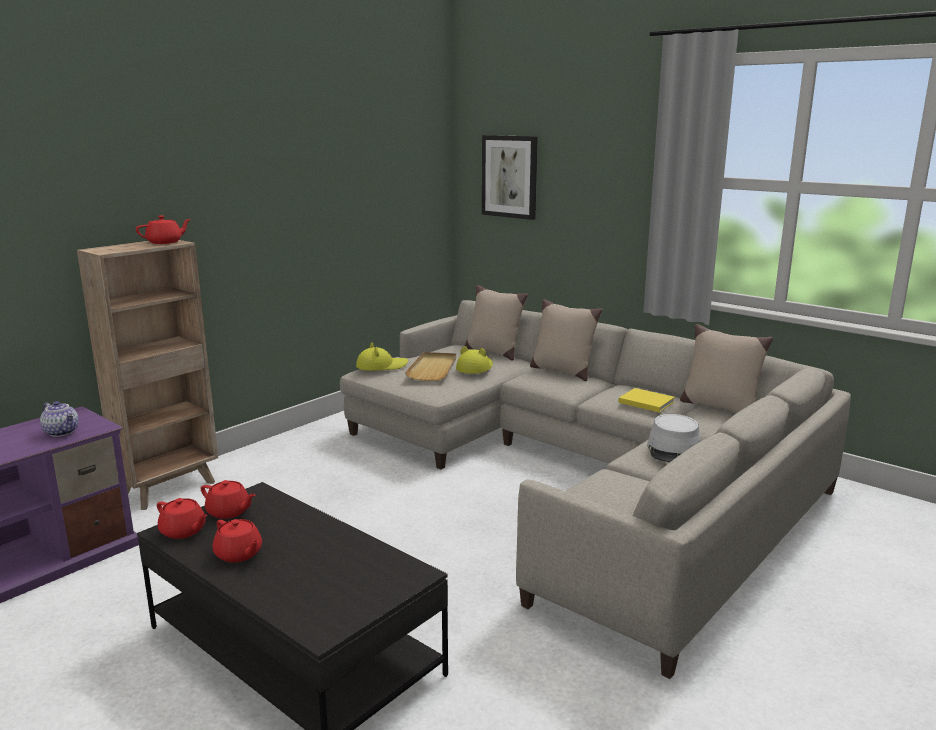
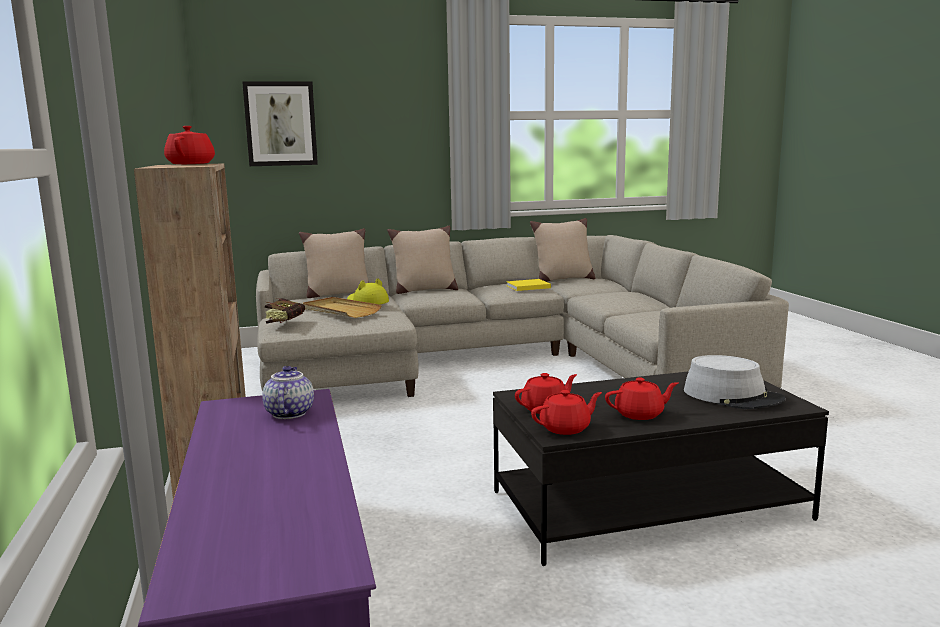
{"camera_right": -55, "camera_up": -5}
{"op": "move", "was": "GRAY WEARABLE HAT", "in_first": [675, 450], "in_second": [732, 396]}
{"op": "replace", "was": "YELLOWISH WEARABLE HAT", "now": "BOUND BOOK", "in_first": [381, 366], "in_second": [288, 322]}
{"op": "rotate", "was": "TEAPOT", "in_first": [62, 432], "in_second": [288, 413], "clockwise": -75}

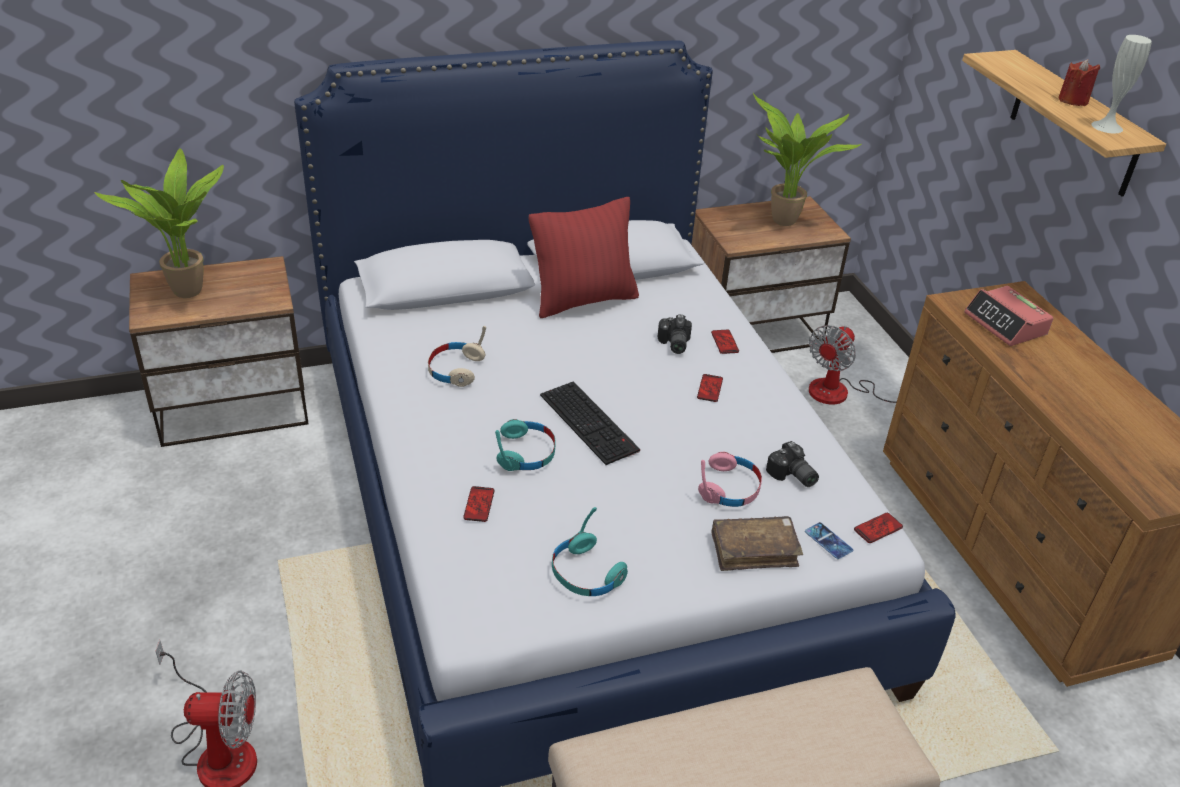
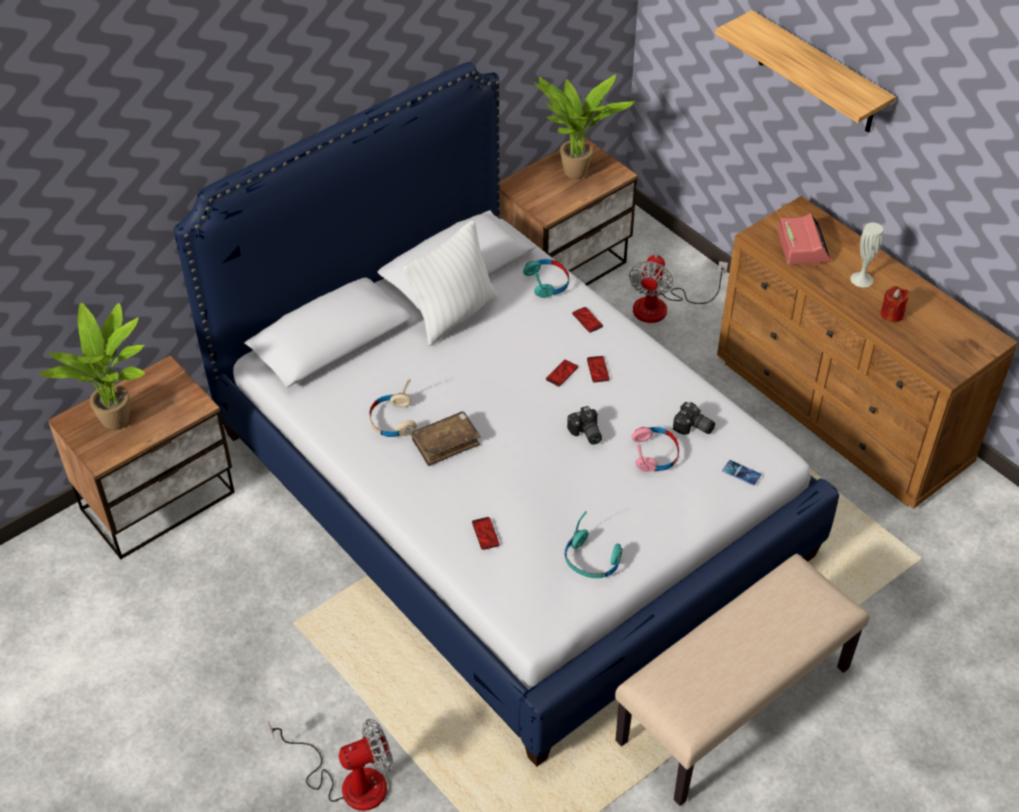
{"camera_right": -20, "camera_up": 10}
{"op": "delete", "was": "PC KEYBOARD", "in_first": [591, 423]}
{"op": "move", "was": "BLUE-GREEN HEADPHONES", "in_first": [526, 453], "in_second": [547, 282]}
{"op": "move", "was": "STILL CAMERA", "in_first": [673, 344], "in_second": [585, 433]}
{"op": "move", "was": "BROWN BOUND BOOK", "in_first": [754, 550], "in_second": [446, 443]}
{"op": "move", "was": "TELEPHONE", "in_first": [878, 528], "in_second": [562, 373]}
{"op": "move", "was": "RED WAX CANDLE", "in_first": [1073, 100], "in_second": [892, 314]}
{"op": "move", "was": "WHITE-COLOURED DECORATIVE VASE", "in_first": [1107, 127], "in_second": [861, 279]}
{"op": "recolor", "was": "RED PILLOW", "now": "WHITE-COLOURED PILLOW", "in_first": [583, 300], "in_second": [454, 315]}
{"op": "rotate", "was": "ALARM CLOCK", "in_first": [1006, 324], "in_second": [802, 246], "clockwise": -135}

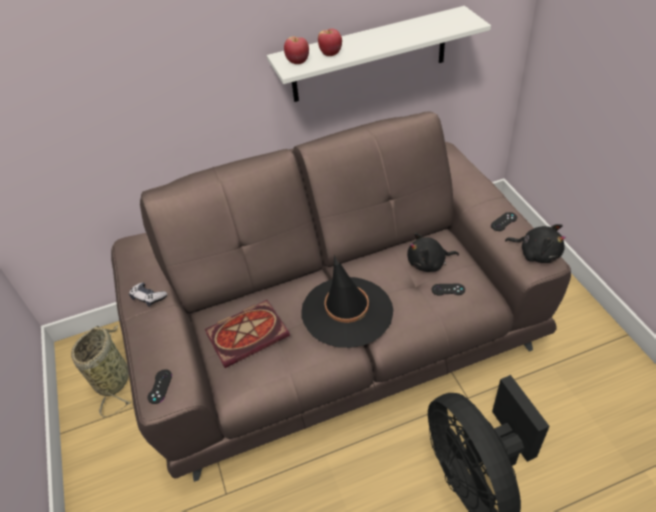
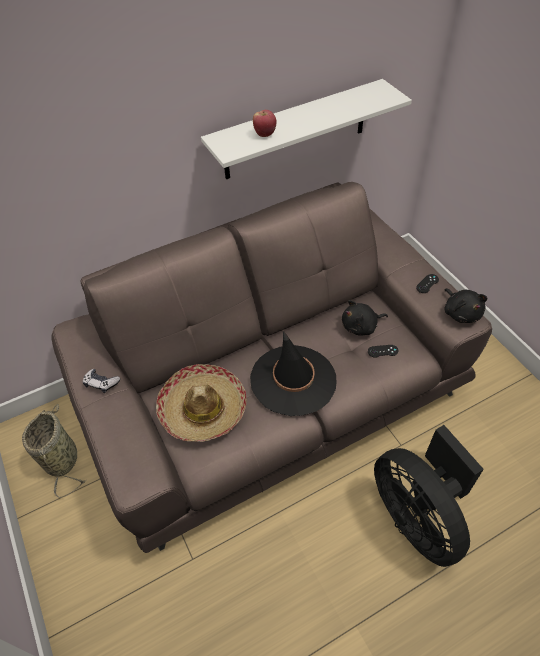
{"camera_right": -10, "camera_up": 5}
{"op": "delete", "was": "BLACKISH GAME CONTROLLER", "in_first": [160, 386]}
{"op": "delete", "was": "WHOLE APPLE", "in_first": [298, 62]}
{"op": "replace", "was": "BOUND BOOK", "now": "WEARABLE HAT", "in_first": [249, 333], "in_second": [203, 409]}
{"op": "rotate", "was": "BLACKISH SOFT TOY", "in_first": [537, 253], "in_second": [461, 312], "clockwise": 45}

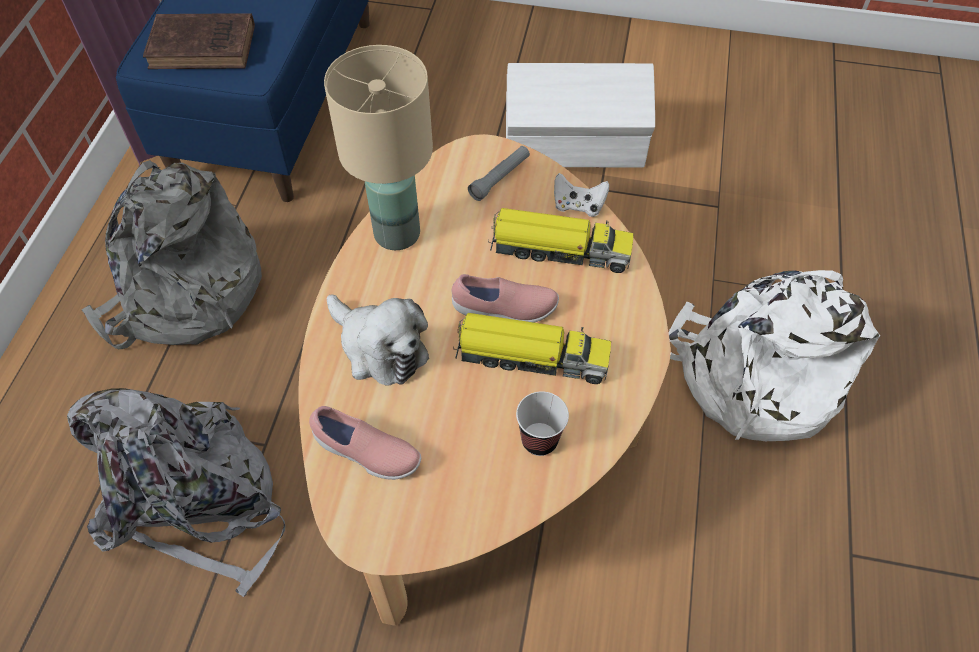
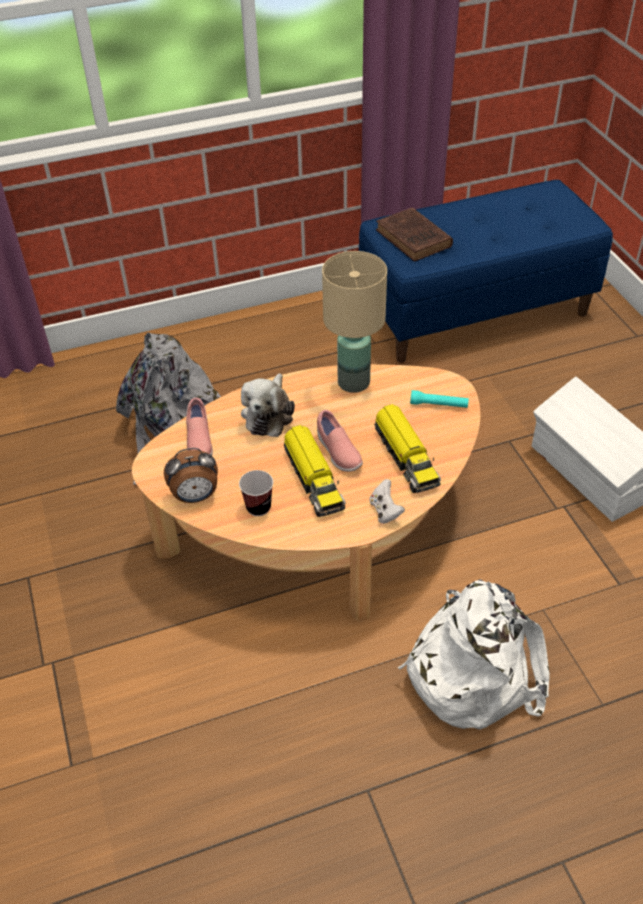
{"camera_right": 60, "camera_up": -10}
{"op": "delete", "was": "GRAY RUCKSACK", "in_first": [185, 295]}
{"op": "insert", "now": "ALARM CLOCK", "in_second": [195, 497]}
{"op": "move", "was": "WHITE-COLOURED GAME CONTROLLER", "in_first": [578, 206], "in_second": [385, 511]}
{"op": "recolor", "was": "GRAY FLASHLIGHT", "now": "BLUE-GREEN FLASHLIGHT", "in_first": [500, 178], "in_second": [438, 405]}

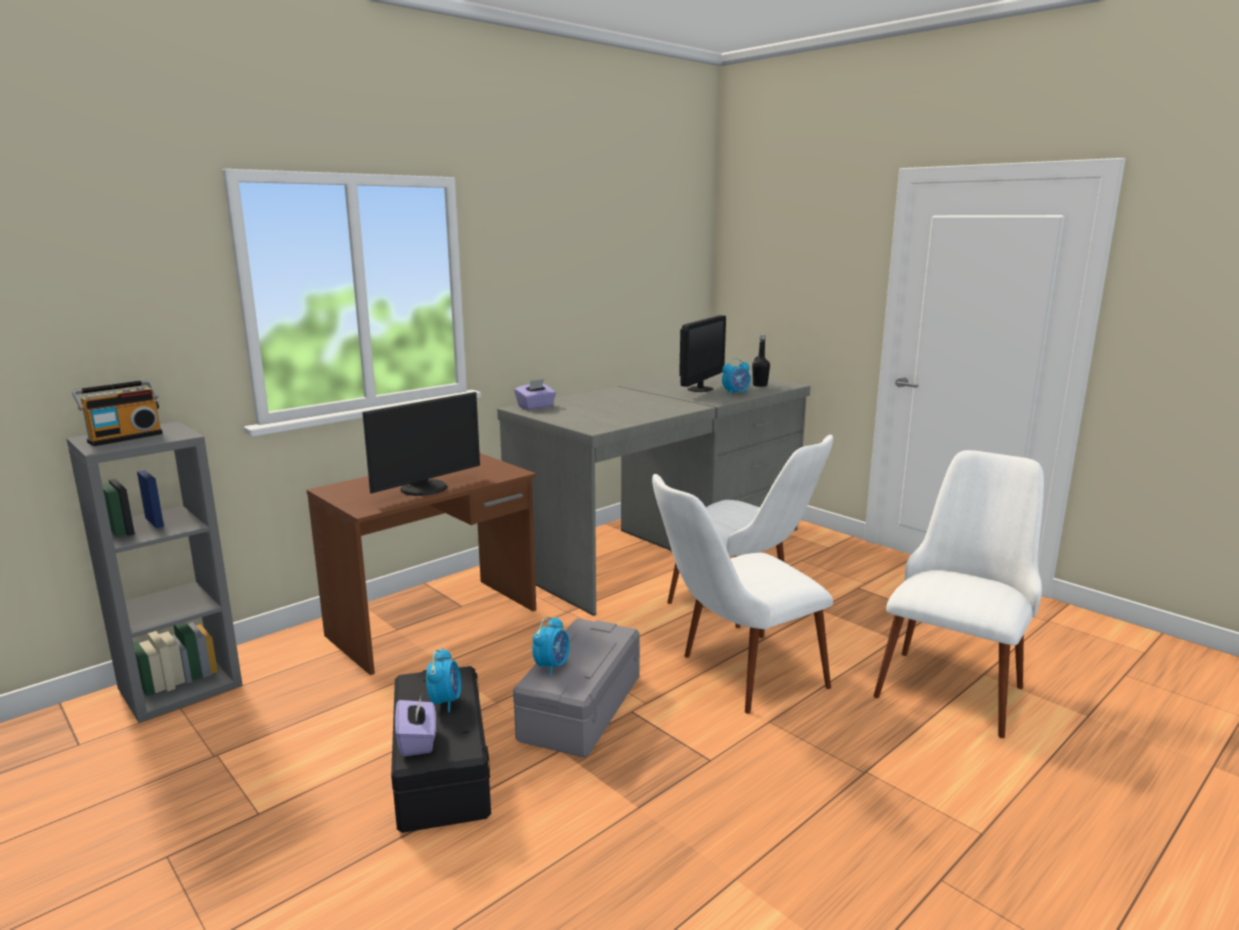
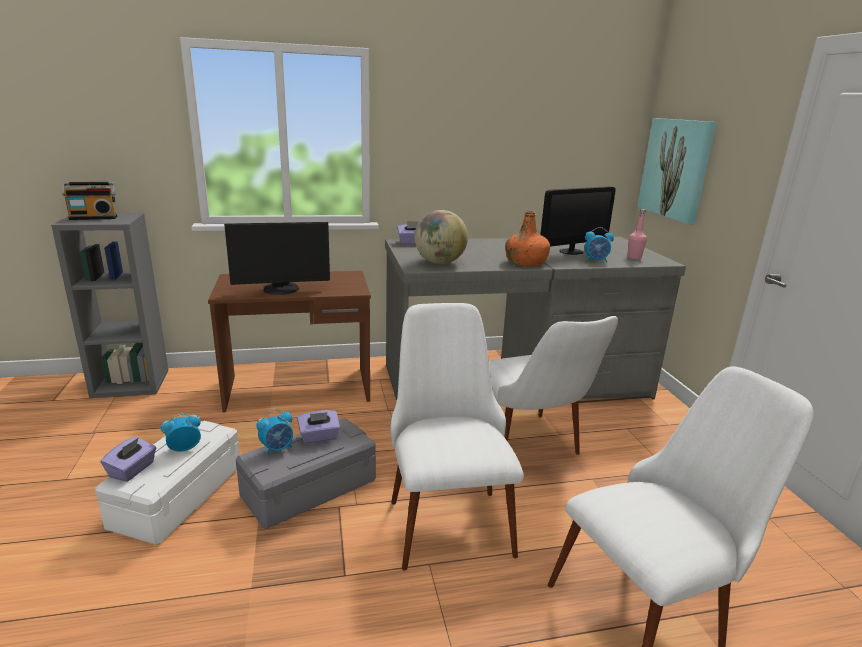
{"camera_right": 30, "camera_up": 5}
{"op": "insert", "now": "PURPLE TISSUE BOX", "in_second": [319, 437]}
{"op": "insert", "now": "GLOBE", "in_second": [439, 263]}
{"op": "insert", "now": "ORANGE-COLOURED BEVERAGE BOTTLE", "in_second": [525, 263]}
{"op": "insert", "now": "WALL PICTURE", "in_second": [675, 168]}
{"op": "recolor", "was": "BLACKISH STORAGE BIN", "now": "WHITE-COLOURED STORAGE BIN", "in_first": [440, 770], "in_second": [178, 495]}
{"op": "recolor", "was": "BLACKISH BEVERAGE BOTTLE", "now": "PINK BEVERAGE BOTTLE", "in_first": [760, 385], "in_second": [634, 257]}
{"op": "rotate", "was": "ALARM CLOCK", "in_first": [445, 701], "in_second": [184, 448], "clockwise": -150}
{"op": "rotate", "was": "WHITE-COLOURED CHAIR", "in_first": [733, 677], "in_second": [446, 511], "clockwise": 75}

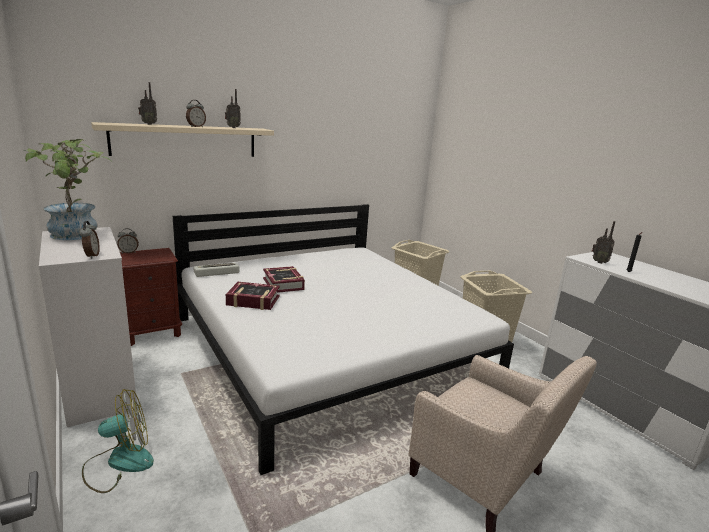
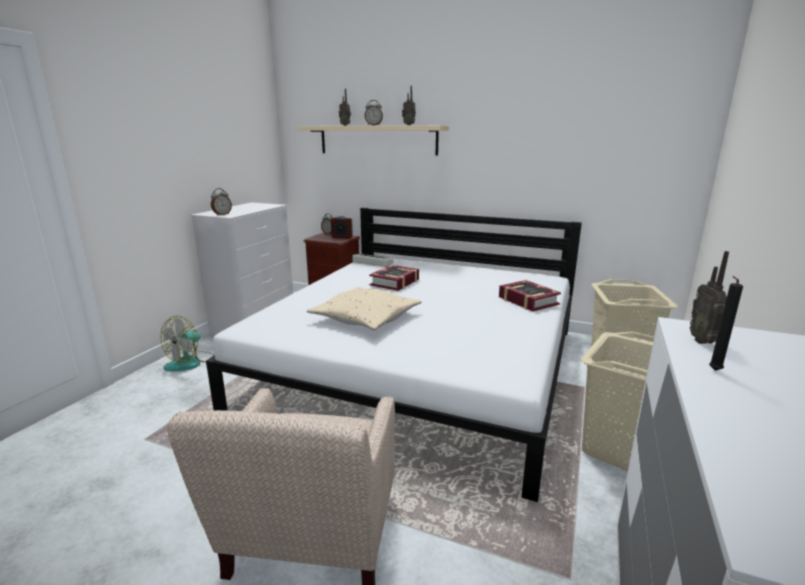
{"camera_right": 55, "camera_up": 0}
{"op": "delete", "was": "PLANT IN A POT", "in_first": [77, 235]}
{"op": "insert", "now": "BEIGE-COLOURED PILLOW", "in_second": [365, 318]}
{"op": "insert", "now": "ALARM CLOCK", "in_second": [342, 237]}
{"op": "move", "was": "BOUND BOOK", "in_first": [253, 301], "in_second": [528, 301]}
{"op": "rotate", "was": "ELECTRIC FAN", "in_first": [119, 462], "in_second": [190, 362], "clockwise": 90}

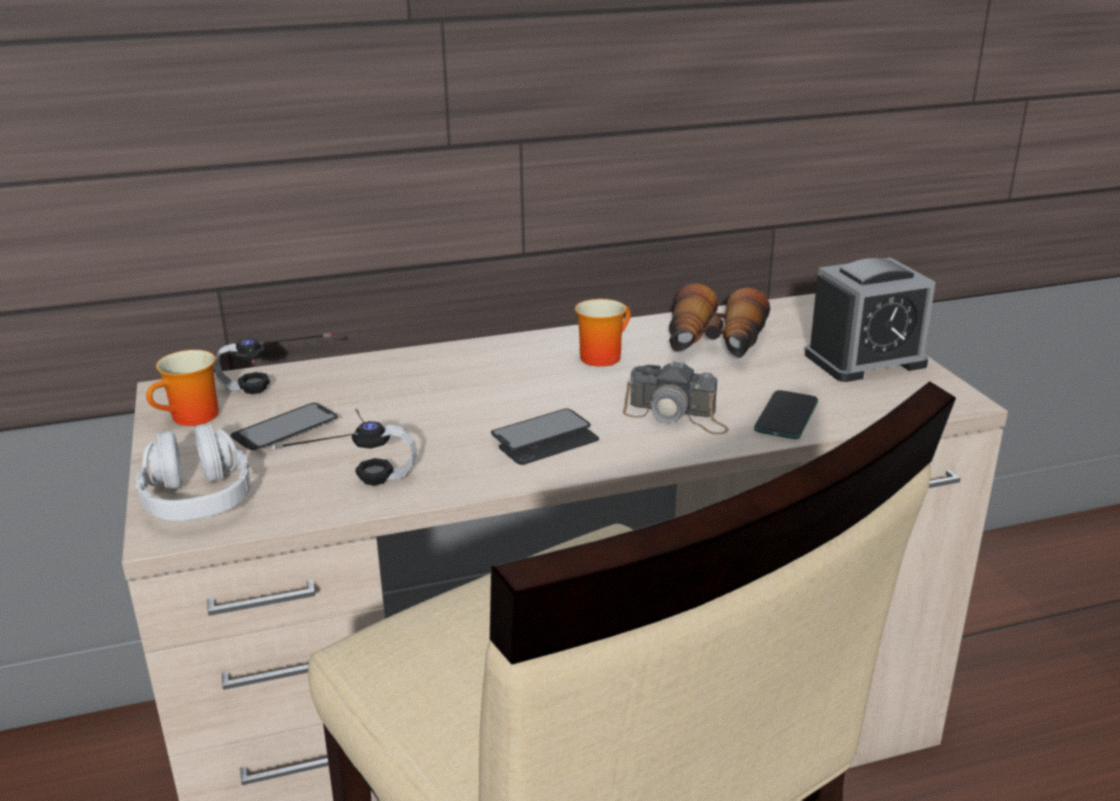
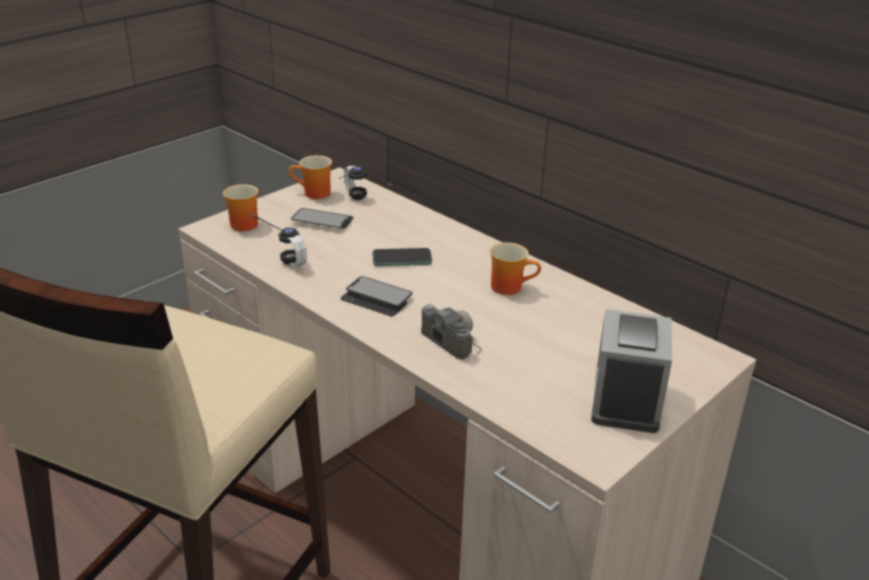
{"camera_right": 60, "camera_up": 5}
{"op": "delete", "was": "BINOCULARS", "in_first": [714, 345]}
{"op": "move", "was": "TELEPHONE", "in_first": [786, 416], "in_second": [402, 258]}
{"op": "replace", "was": "GRAY HEADPHONES", "now": "MUG", "in_first": [197, 497], "in_second": [241, 223]}
{"op": "rotate", "was": "STILL CAMERA", "in_first": [677, 416], "in_second": [449, 336], "clockwise": 150}
{"op": "rotate", "was": "ALARM CLOCK", "in_first": [865, 360], "in_second": [626, 400], "clockwise": 60}

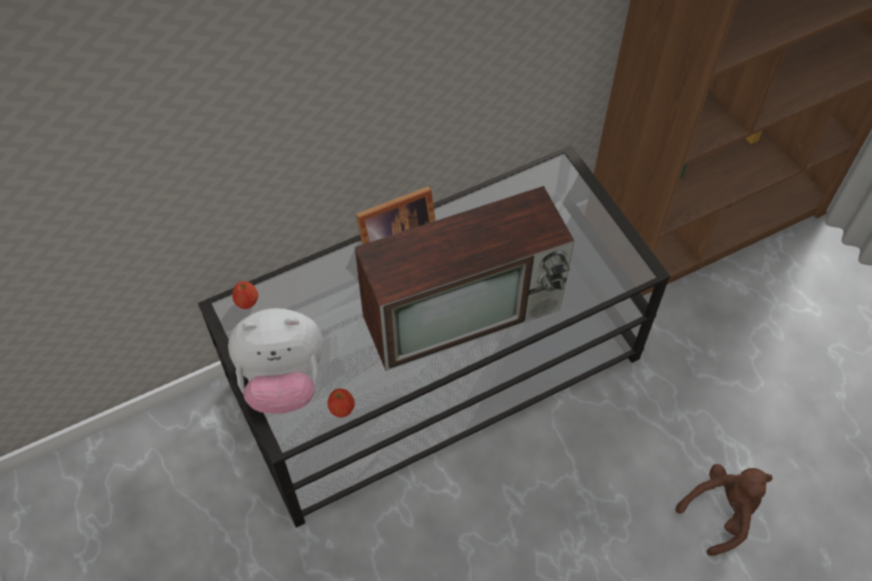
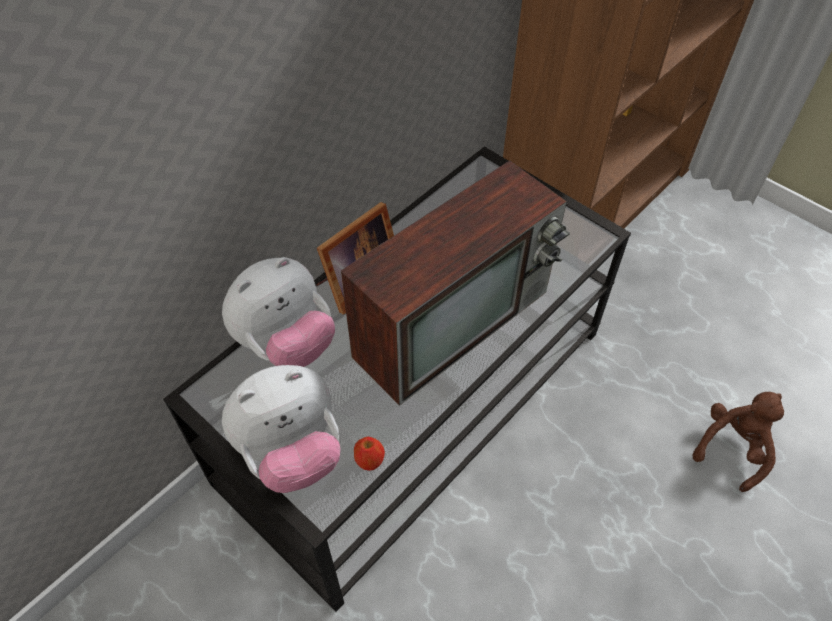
{"camera_right": -20, "camera_up": -5}
{"op": "delete", "was": "WHOLE APPLE", "in_first": [247, 302]}
{"op": "insert", "now": "SOFT TOY", "in_second": [286, 343]}

